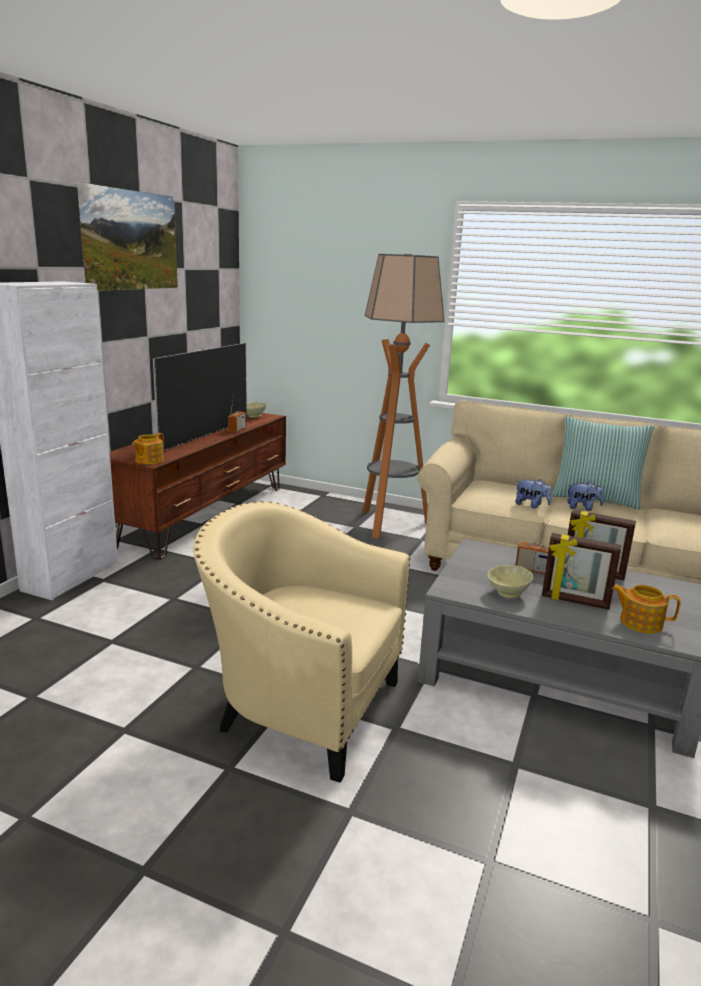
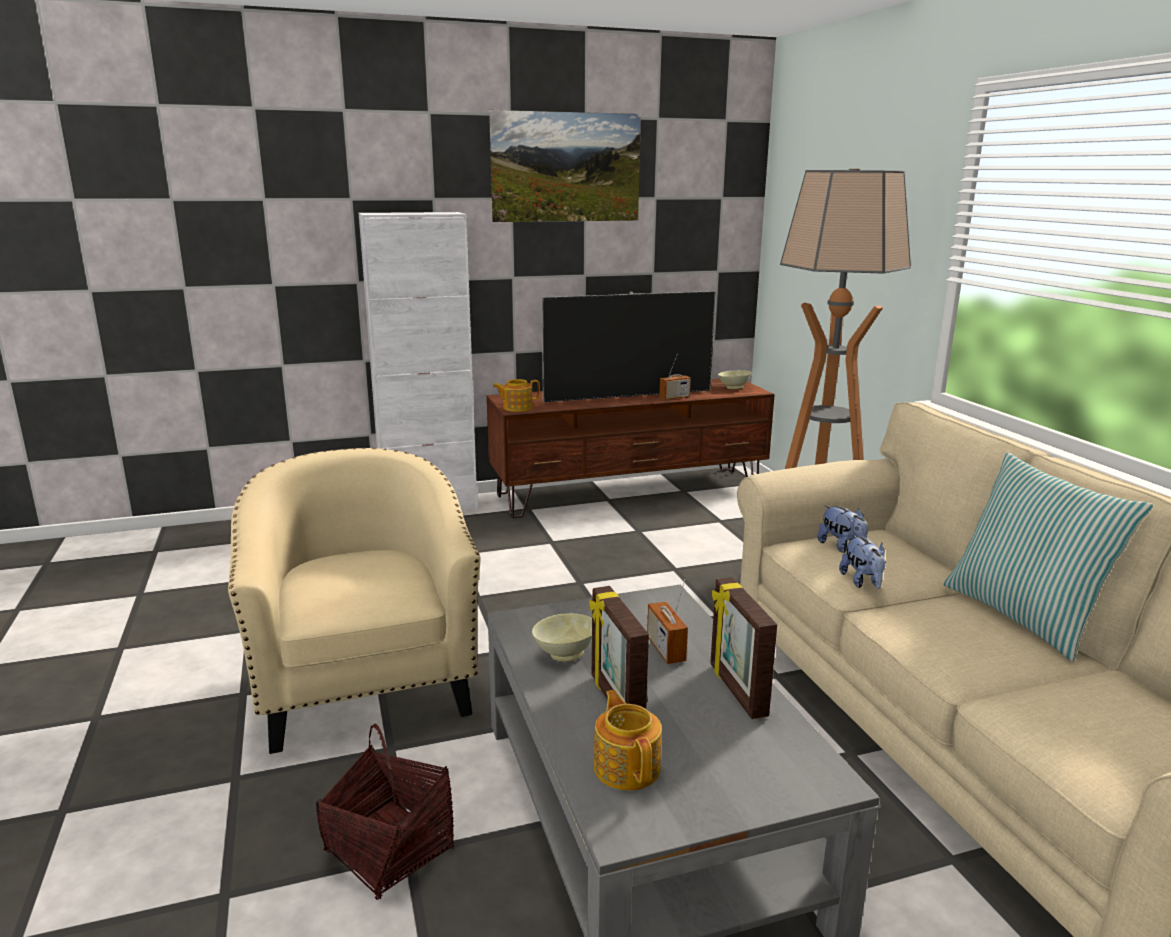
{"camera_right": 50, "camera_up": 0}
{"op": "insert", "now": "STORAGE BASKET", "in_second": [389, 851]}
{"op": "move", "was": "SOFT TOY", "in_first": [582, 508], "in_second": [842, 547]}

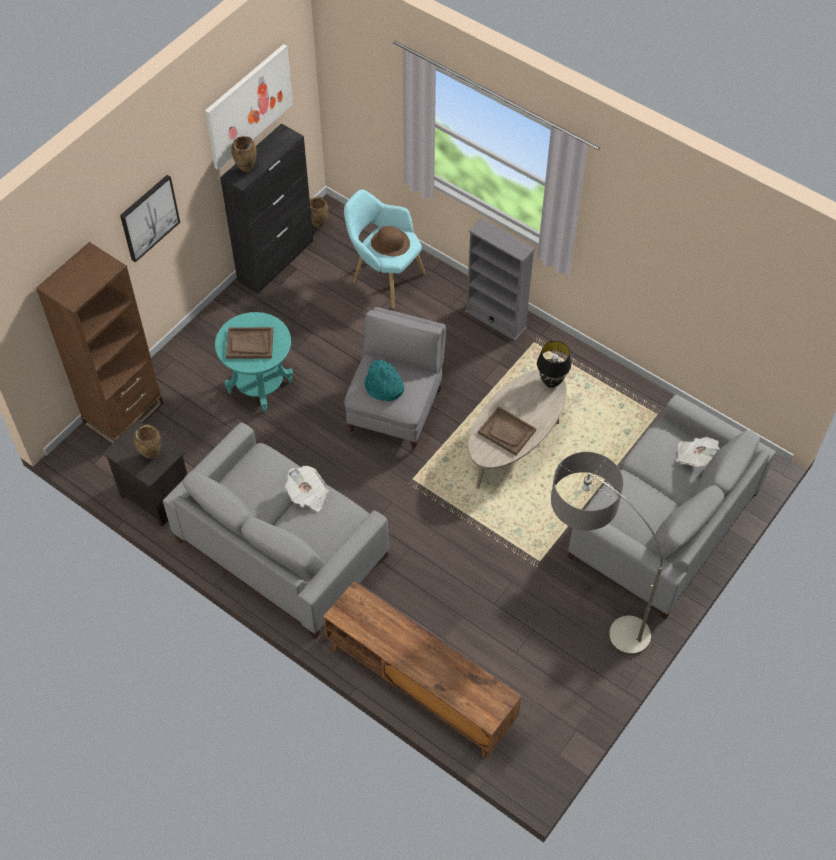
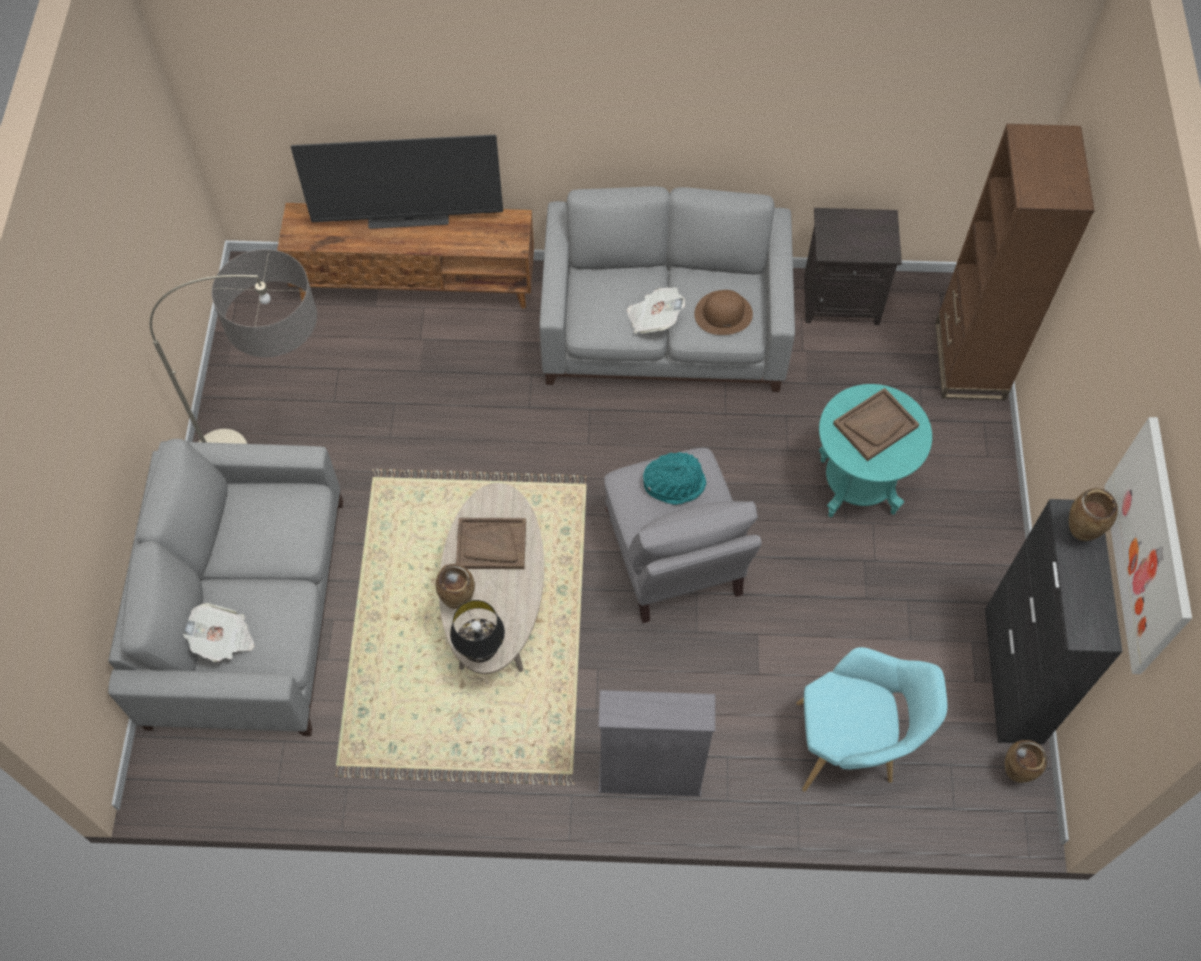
{"camera_right": 145, "camera_up": 5}
{"op": "delete", "was": "WALL PICTURE", "in_first": [149, 217]}
{"op": "insert", "now": "TV SET", "in_second": [408, 220]}
{"op": "move", "was": "BROWN DECORATIVE VASE", "in_first": [151, 455], "in_second": [459, 602]}
{"op": "move", "was": "BROWN WEARABLE HAT", "in_first": [390, 243], "in_second": [723, 313]}

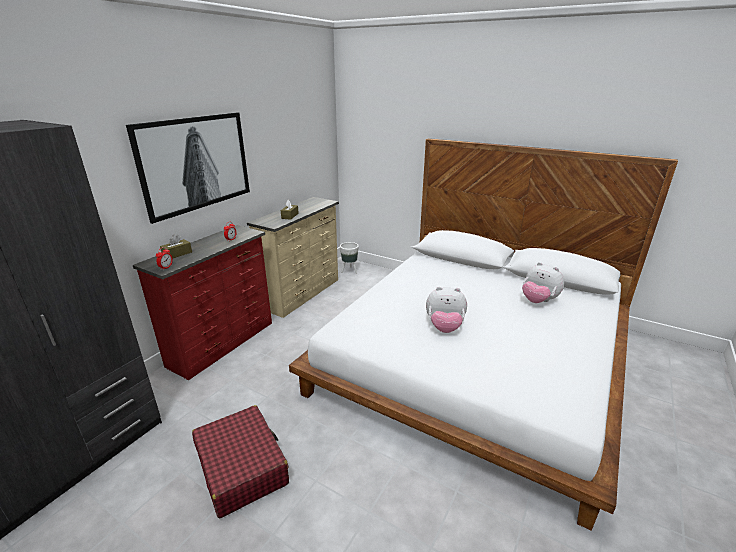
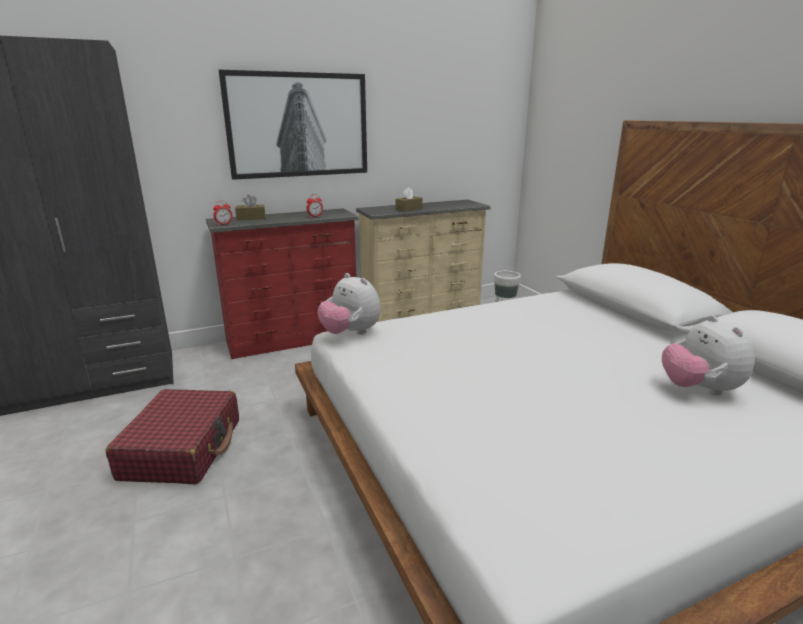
{"camera_right": 35, "camera_up": -5}
{"op": "move", "was": "SOFT TOY", "in_first": [444, 327], "in_second": [350, 333]}

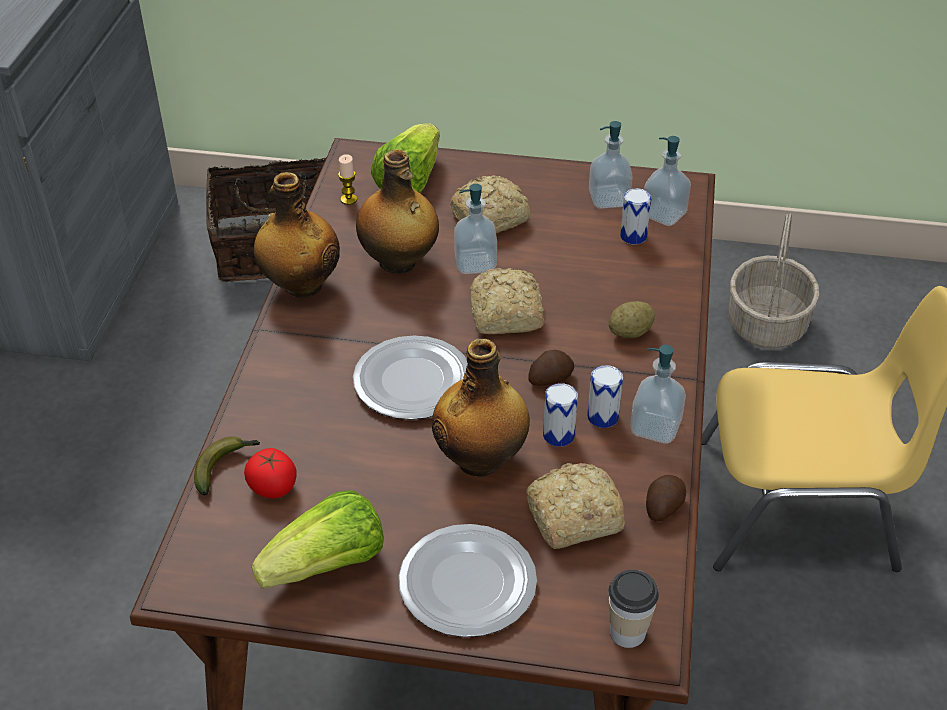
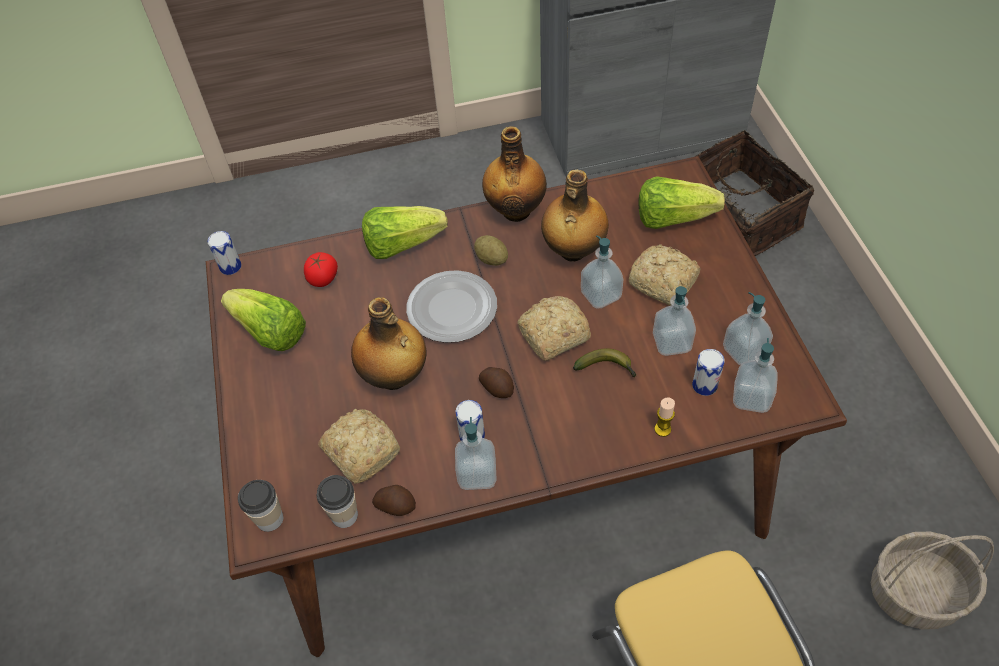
{"camera_right": 70, "camera_up": 10}
{"op": "delete", "was": "PLATE", "in_first": [469, 585]}
{"op": "insert", "now": "CUP", "in_second": [344, 515]}
{"op": "insert", "now": "LETTUCE HEAD", "in_second": [402, 244]}
{"op": "insert", "now": "SOAP DISPENSER", "in_second": [671, 342]}
{"op": "move", "was": "BANANA", "in_first": [225, 467], "in_second": [607, 368]}
{"op": "move", "was": "WAX CANDLE", "in_first": [348, 199], "in_second": [662, 429]}
{"op": "move", "was": "CAN", "in_first": [558, 435], "in_second": [230, 266]}
{"op": "move", "was": "POTATO", "in_first": [630, 332], "in_second": [491, 259]}

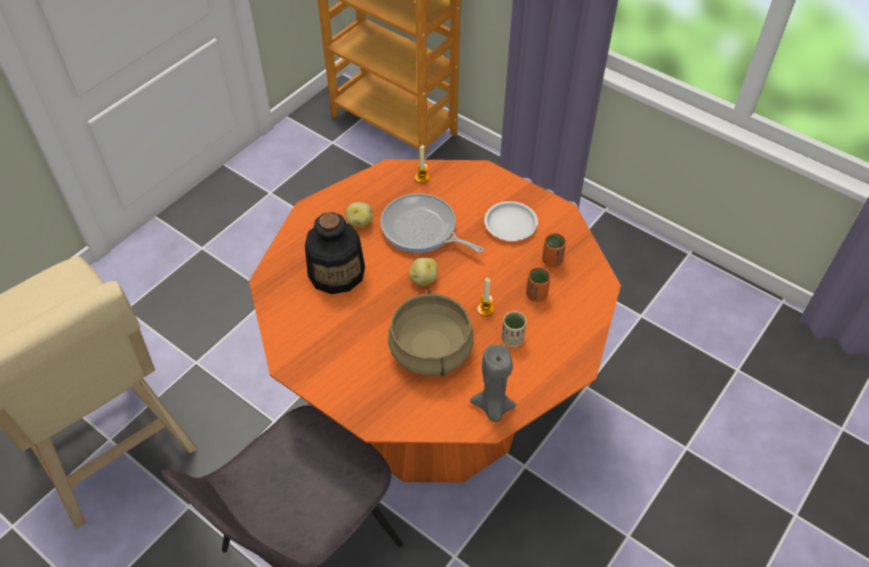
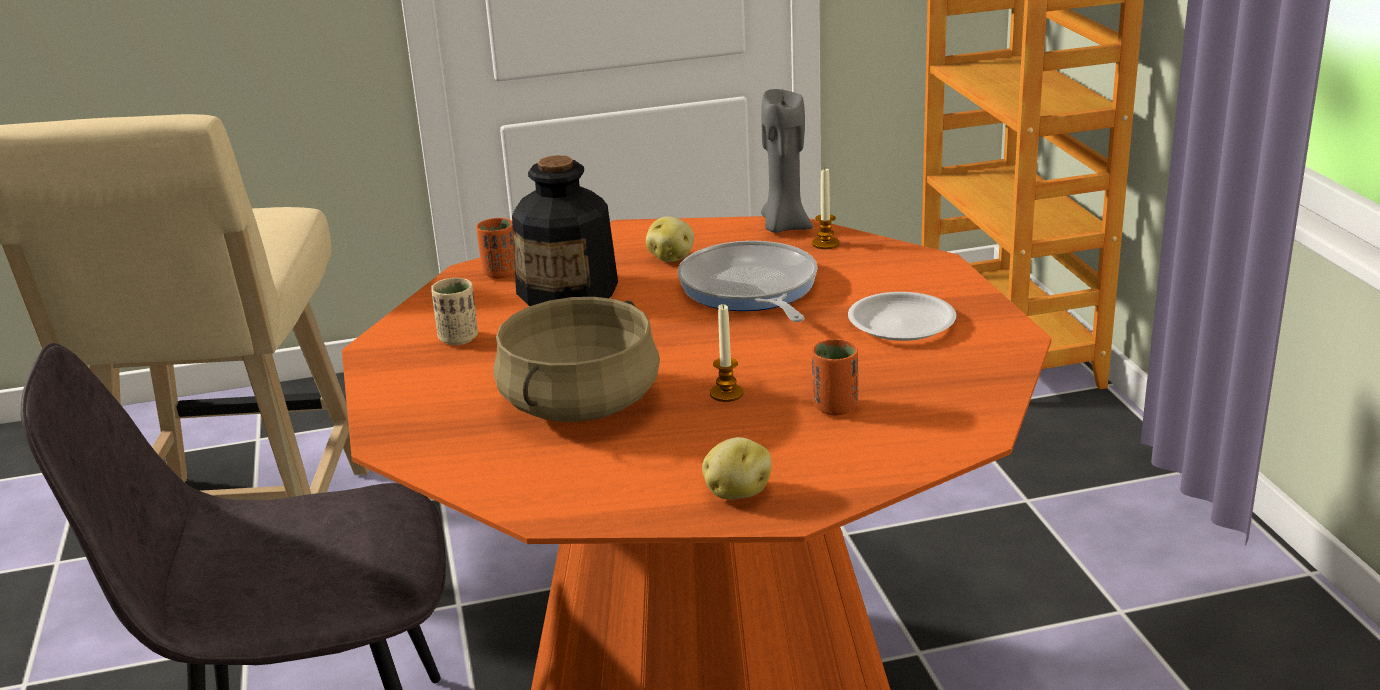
{"camera_right": 40, "camera_up": -25}
{"op": "move", "was": "POTATO", "in_first": [423, 279], "in_second": [736, 493]}
{"op": "move", "was": "GRAY WAX CANDLE", "in_first": [493, 408], "in_second": [784, 227]}
{"op": "move", "was": "BEIGE-COLOURED CUP", "in_first": [512, 339], "in_second": [458, 338]}
{"op": "move", "was": "ORANGE-COLOURED CUP", "in_first": [552, 260], "in_second": [500, 273]}

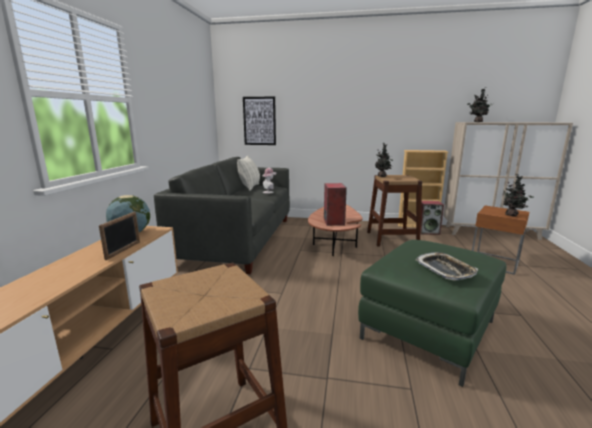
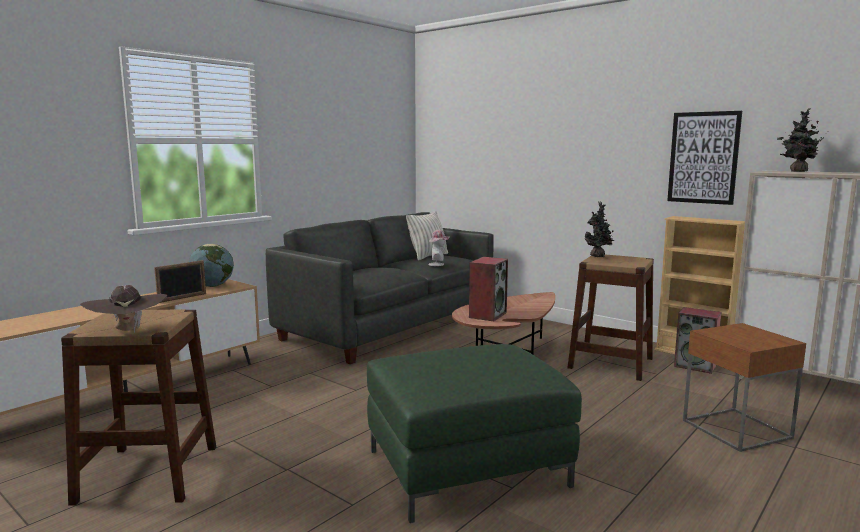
{"camera_right": 30, "camera_up": -5}
{"op": "delete", "was": "TRAY", "in_first": [445, 269]}
{"op": "delete", "was": "PLANT IN A POT", "in_first": [512, 215]}
{"op": "insert", "now": "BROWN WEARABLE HAT", "in_second": [128, 330]}
{"op": "move", "was": "WALL PICTURE", "in_first": [259, 121], "in_second": [703, 157]}

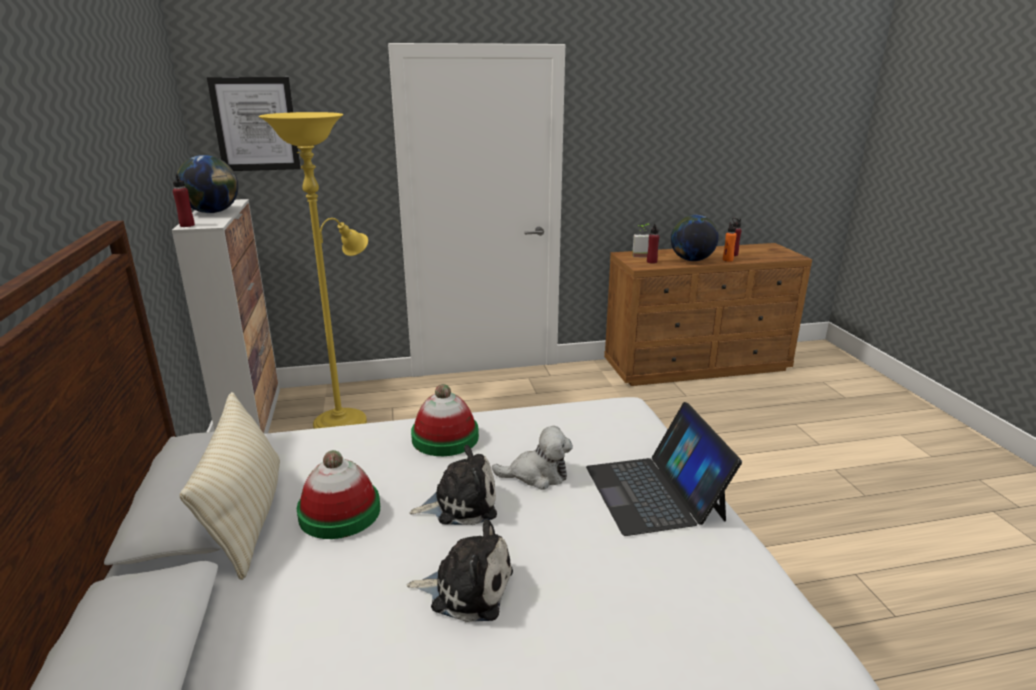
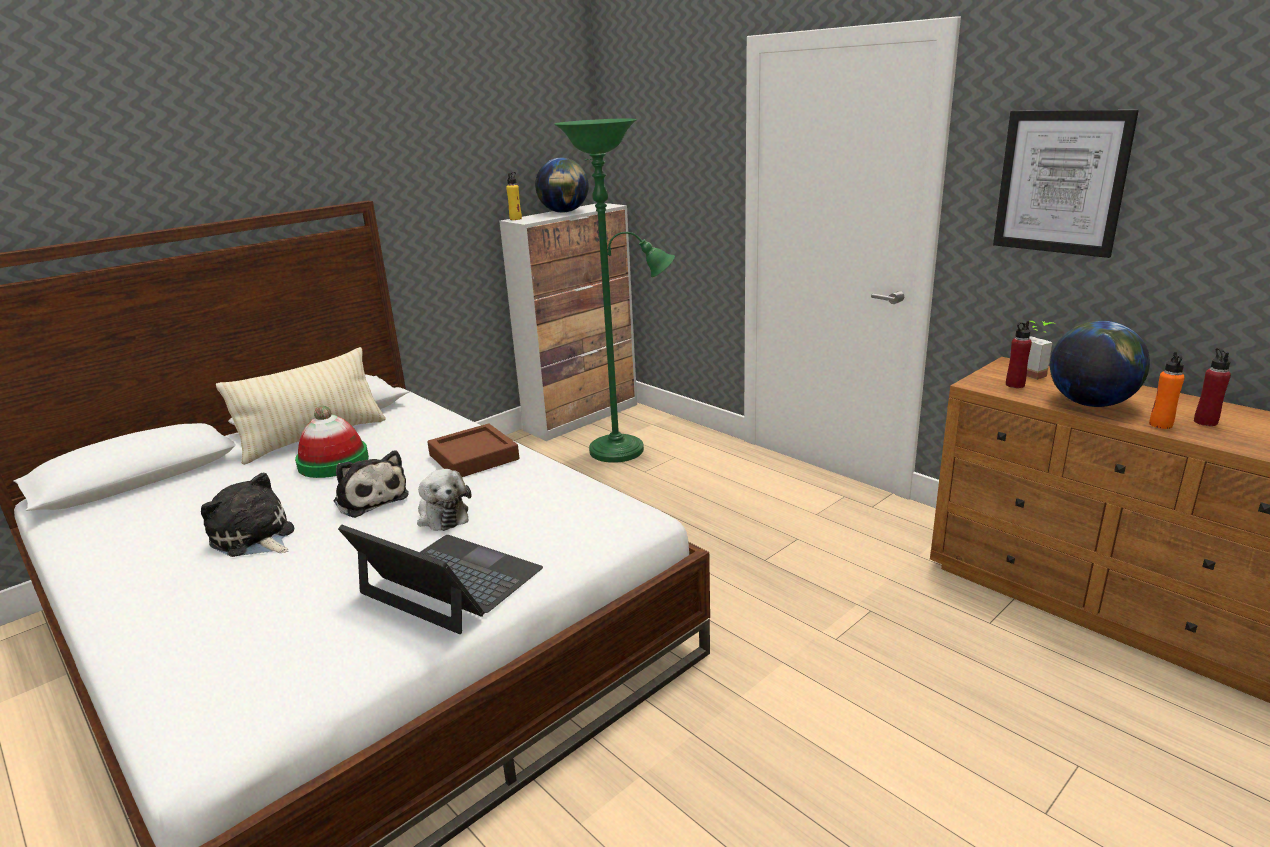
{"camera_right": 60, "camera_up": 0}
{"op": "move", "was": "WALL PICTURE", "in_first": [255, 124], "in_second": [1061, 182]}
{"op": "replace", "was": "WEARABLE HAT", "now": "BROWN TRAY", "in_first": [445, 437], "in_second": [474, 457]}
{"op": "recolor", "was": "RED BEVERAGE BOTTLE", "now": "YELLOWISH BEVERAGE BOTTLE", "in_first": [187, 225], "in_second": [515, 219]}
{"op": "recolor", "was": "YELLOWISH STANDING LAMP", "now": "GREEN-COLOURED STANDING LAMP", "in_first": [345, 421], "in_second": [624, 449]}
{"op": "rotate", "was": "SOFT TOY", "in_first": [467, 588], "in_second": [254, 538], "clockwise": 150}
{"op": "rotate", "was": "LAPTOP", "in_first": [654, 492], "in_second": [450, 582], "clockwise": 75}

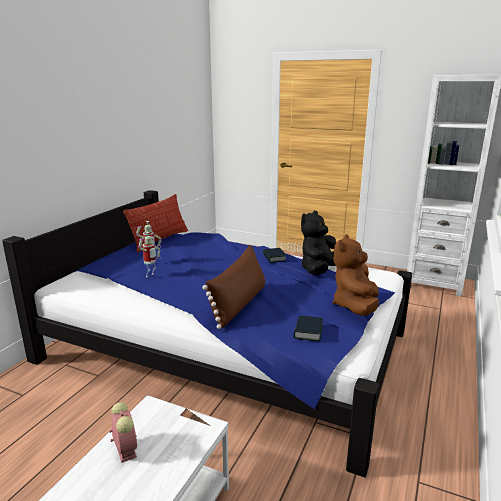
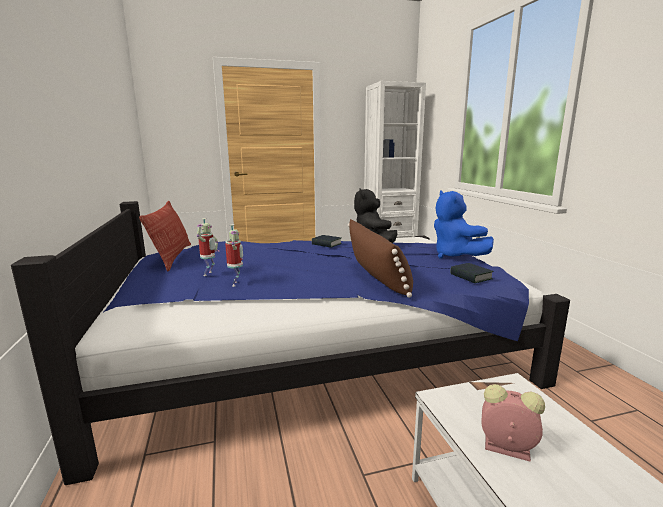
{"camera_right": -40, "camera_up": -5}
{"op": "recolor", "was": "BROWN SOFT TOY", "now": "BLUE SOFT TOY", "in_first": [355, 306], "in_second": [455, 256]}

